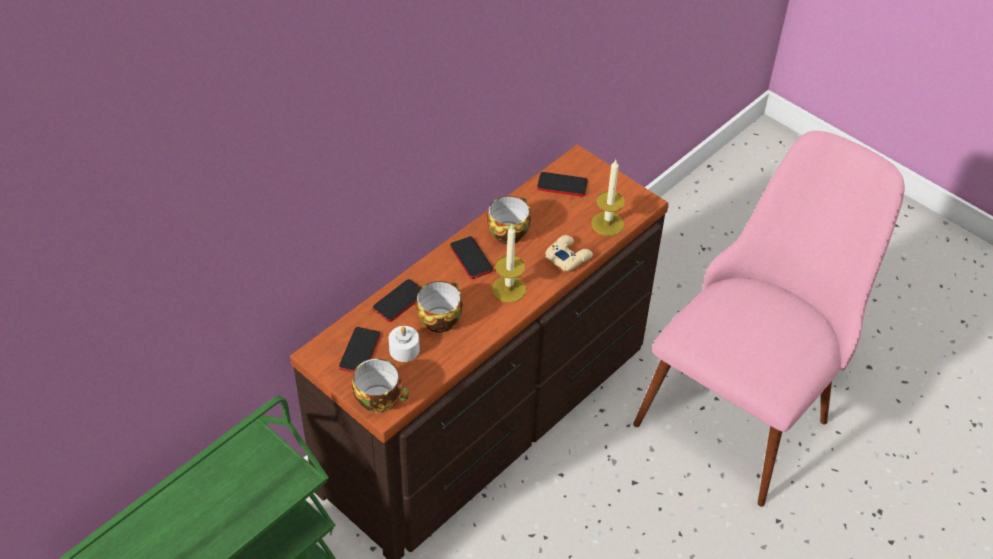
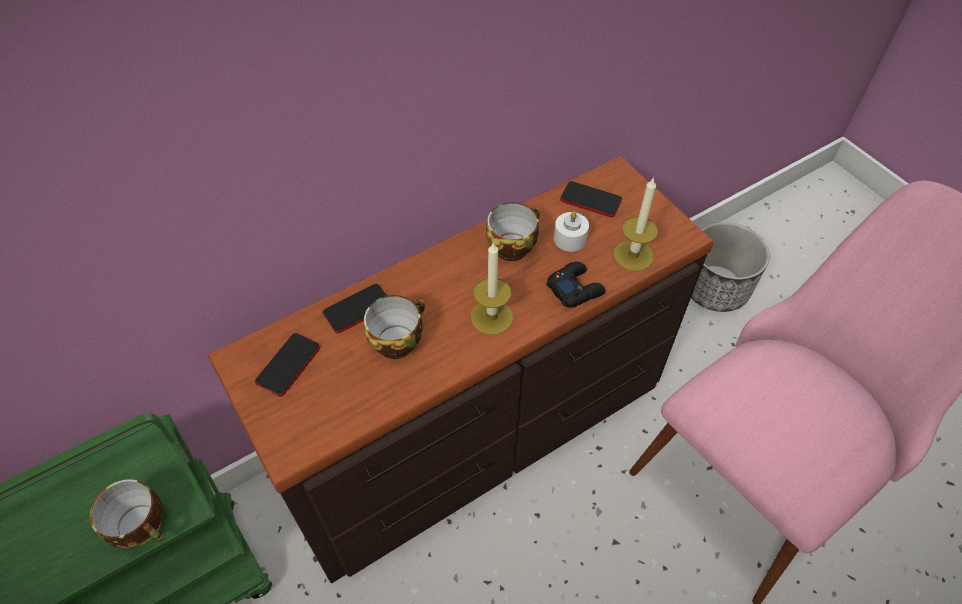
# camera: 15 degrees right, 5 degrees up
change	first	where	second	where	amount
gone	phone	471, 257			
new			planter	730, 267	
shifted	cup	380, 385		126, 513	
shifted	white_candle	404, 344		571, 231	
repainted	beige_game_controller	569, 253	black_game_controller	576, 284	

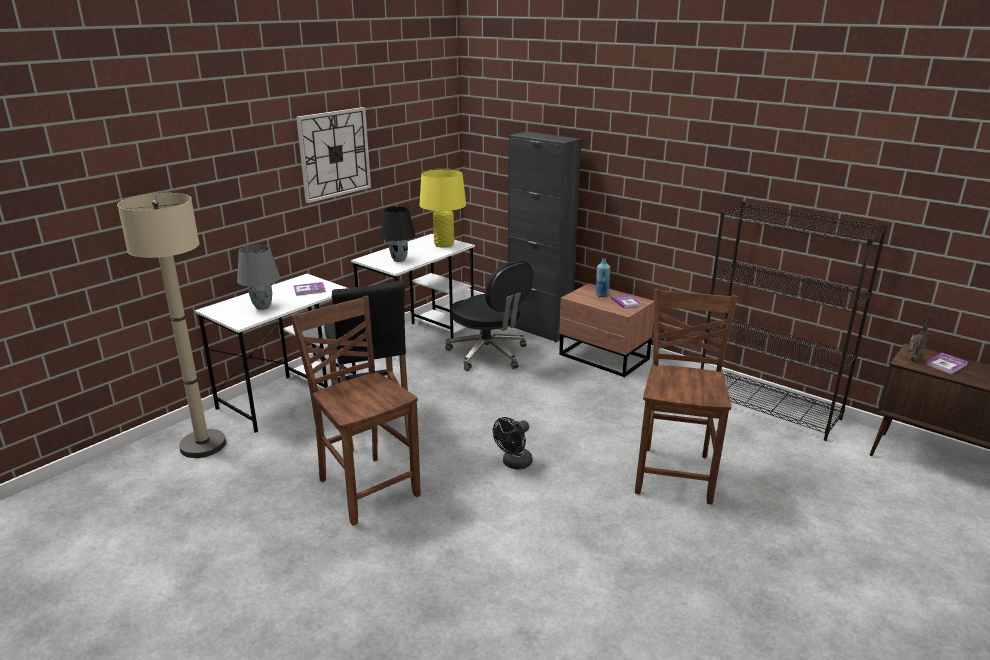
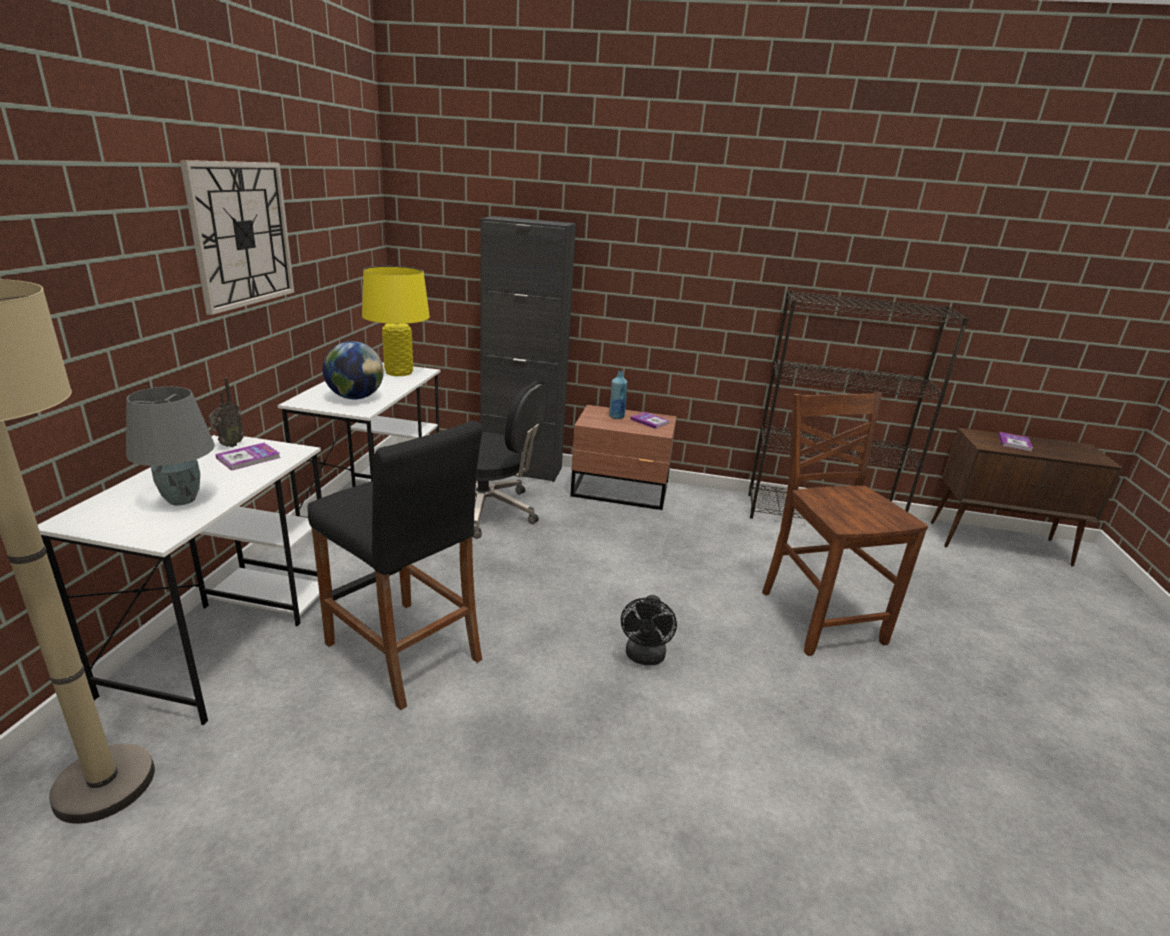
# camera: 30 degrees left, 0 degrees up
change	first	where	second	where	amount
gone	brown_chair	355, 411			
shifted	radio	919, 337		226, 412	
swapped	black_table_lamp	397, 234	globe	353, 370	

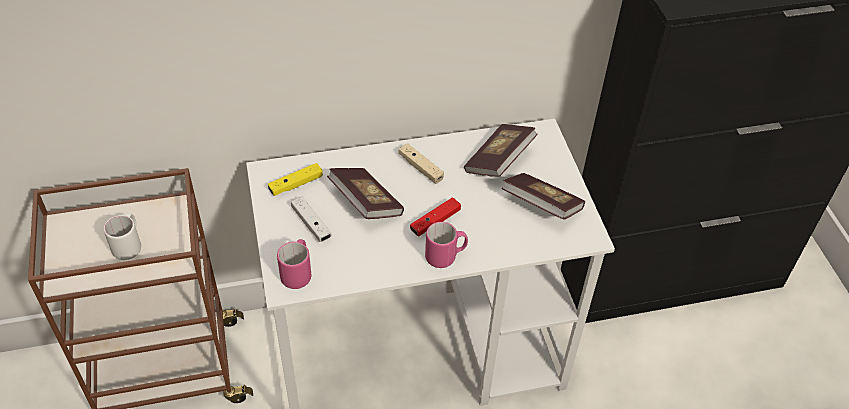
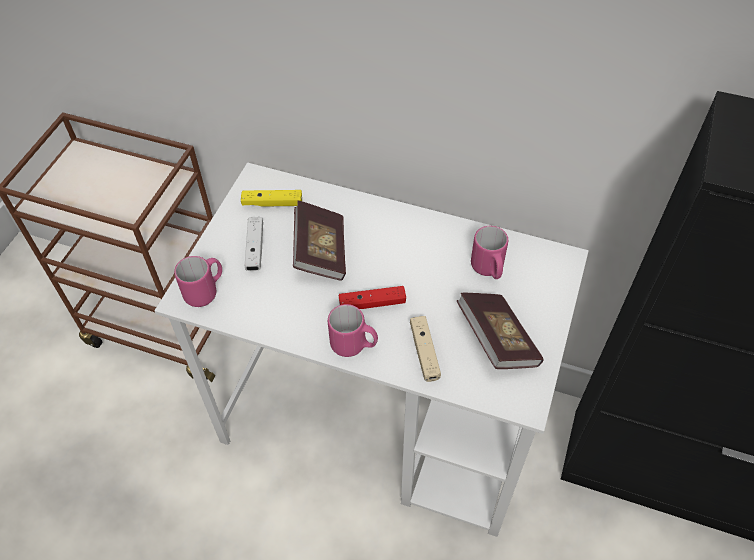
# camera: 35 degrees right, 5 degrees up
change	first	where	second	where	amount
gone	white_mug	122, 236			
shifted	beige_game_controller	421, 163		425, 349	
swapped	book	501, 150	pink_mug	489, 252	

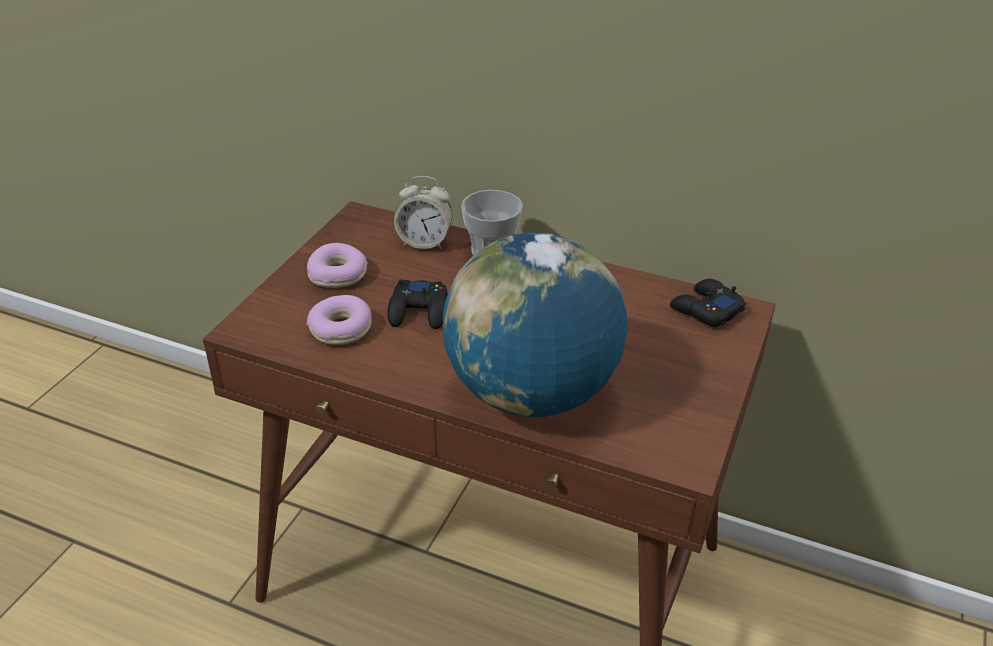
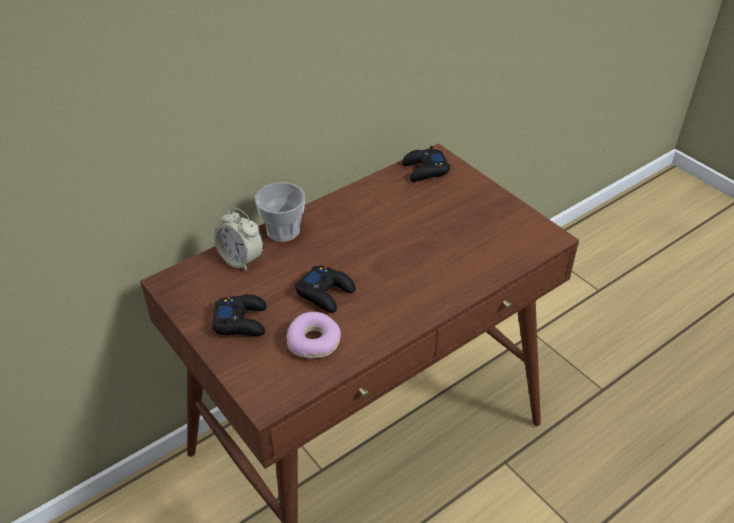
# camera: 60 degrees left, 5 degrees up
change	first	where	second	where	amount
gone	globe	535, 324			
swapped	donut	337, 265	black_game_controller	239, 315	
rotated	alarm_clock	423, 212		239, 239	90 degrees clockwise

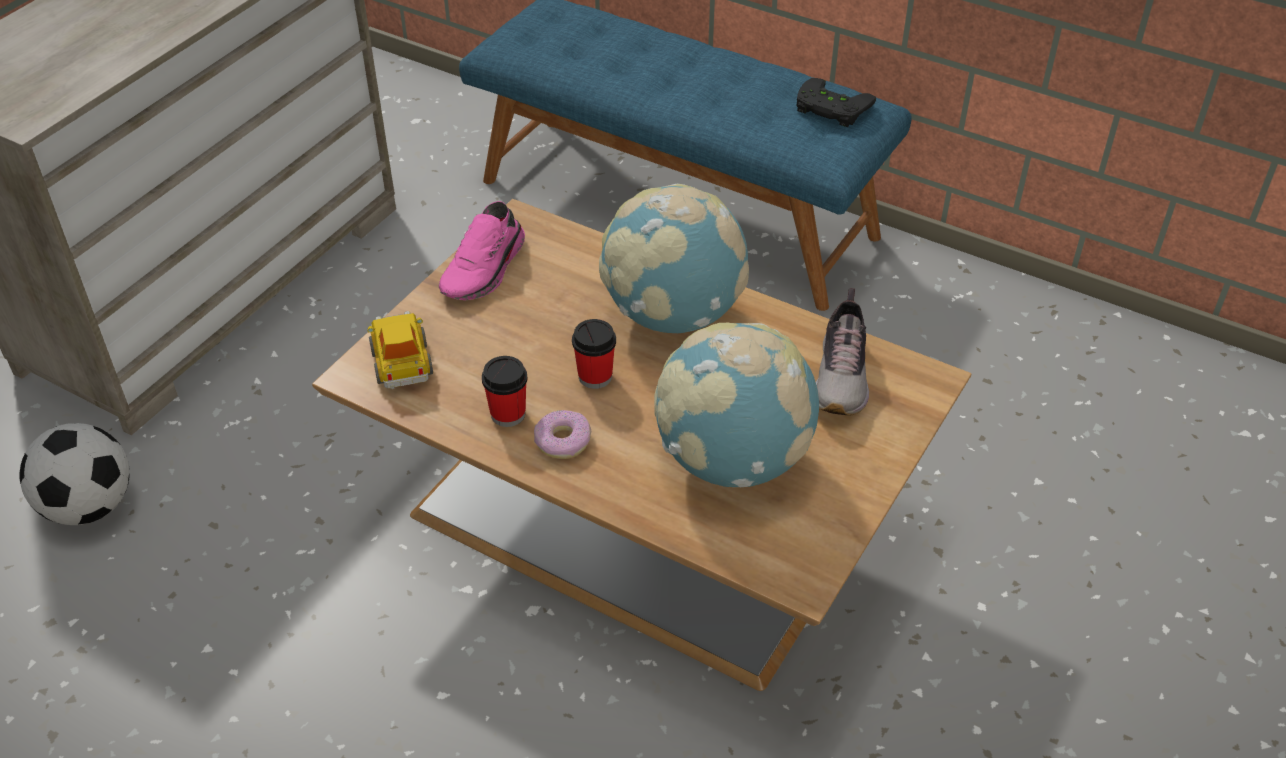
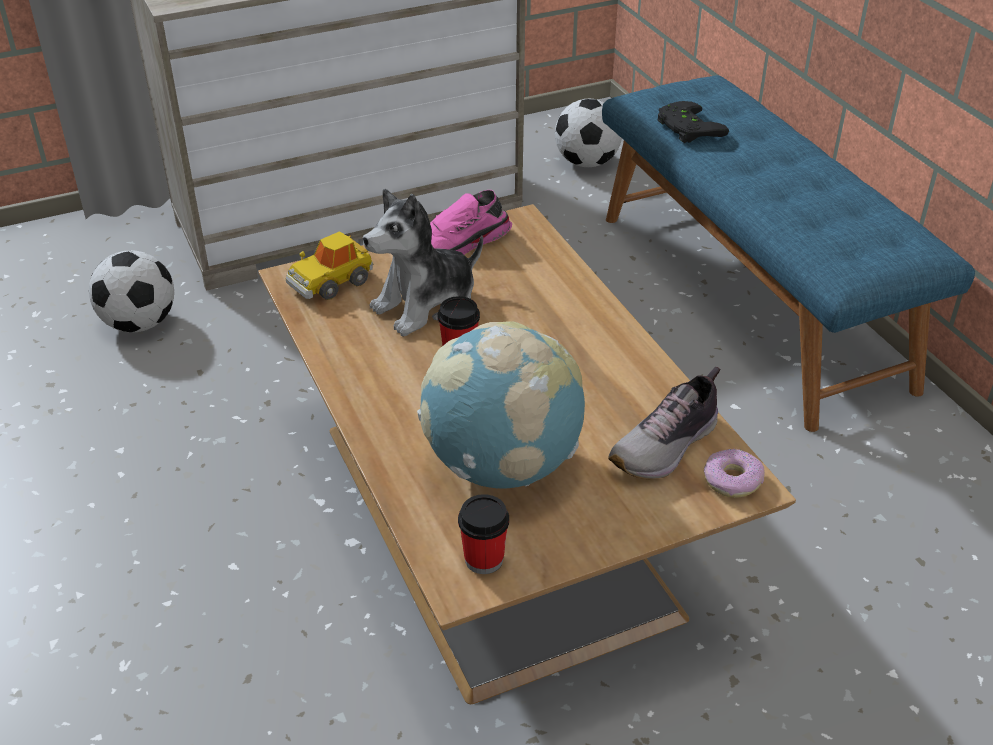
# camera: 35 degrees right, 5 degrees down
change	first	where	second	where	amount
gone	globe	674, 258			
new			plush_toy	423, 262	
new			football	588, 133	
shifted	cup	505, 391		483, 534	
shifted	donut	563, 434		734, 473	
shifted	black_game_controller	836, 102		693, 122	
rotated	toy_car	400, 350		329, 265	150 degrees counterclockwise

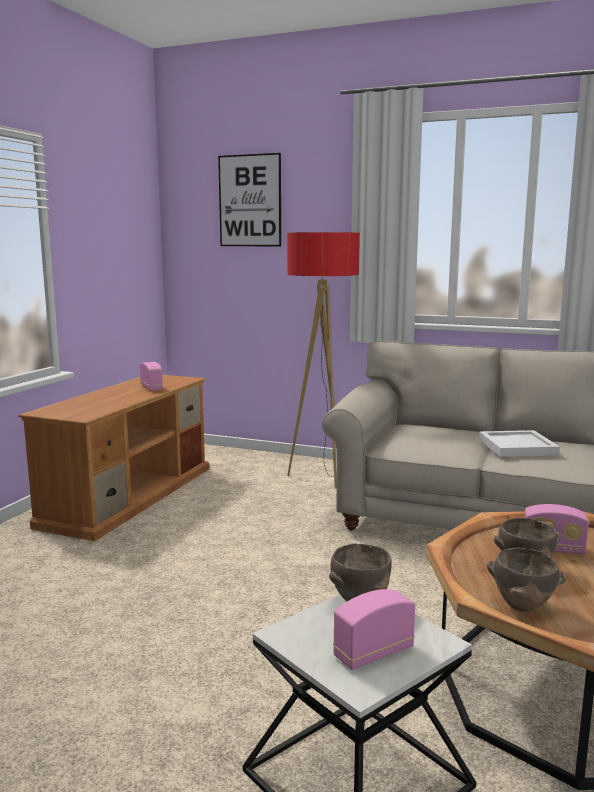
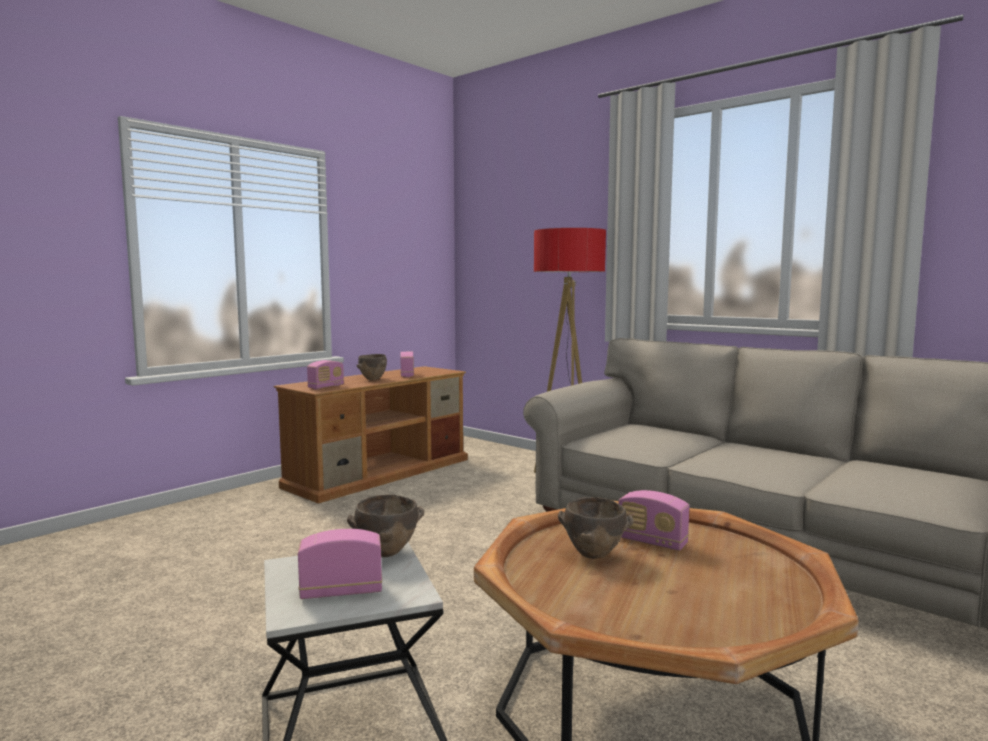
# camera: 20 degrees right, 5 degrees down
change	first	where	second	where	amount
gone	picture	249, 199			
gone	white_tray	519, 443			
new			radio	325, 374	
shifted	brown_bowl	527, 579		372, 367	

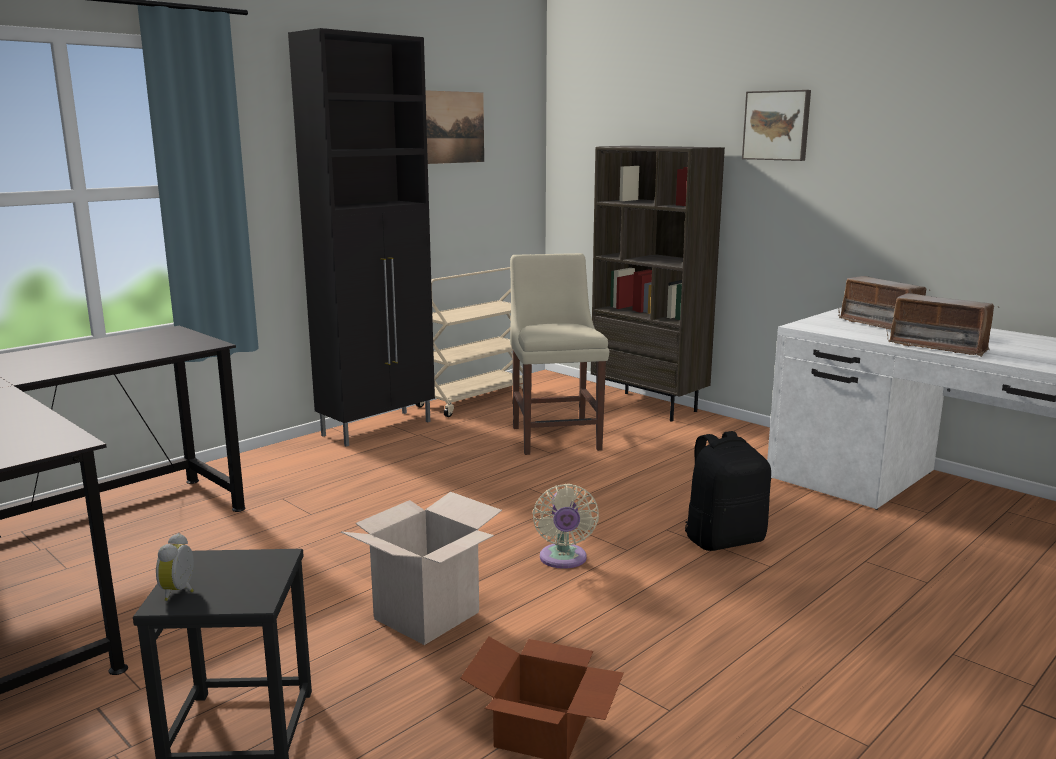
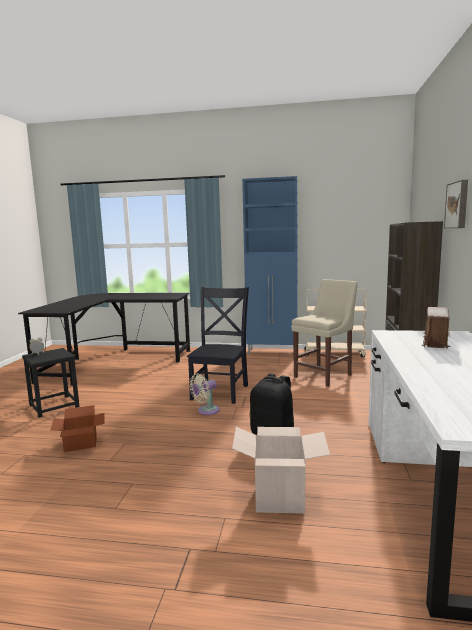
# camera: 55 degrees right, 5 degrees down
change	first	where	second	where	amount
gone	picture	454, 127			
gone	radio	943, 325			
new			black_chair	218, 345	
shifted	cardboard_box	421, 568		281, 470	
repainted	black_cabinet	361, 237	blue_cabinet	270, 265	

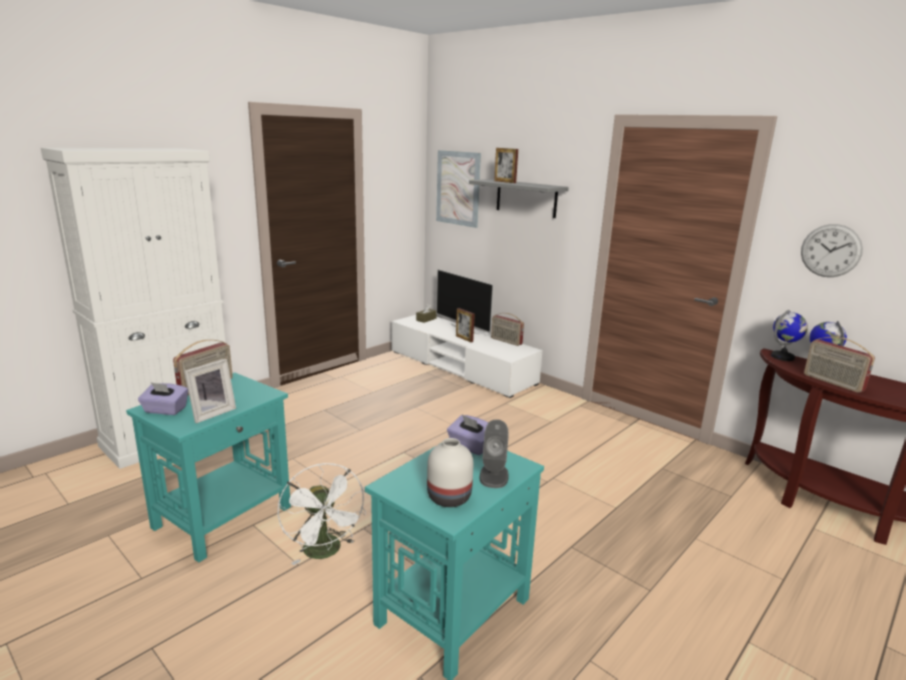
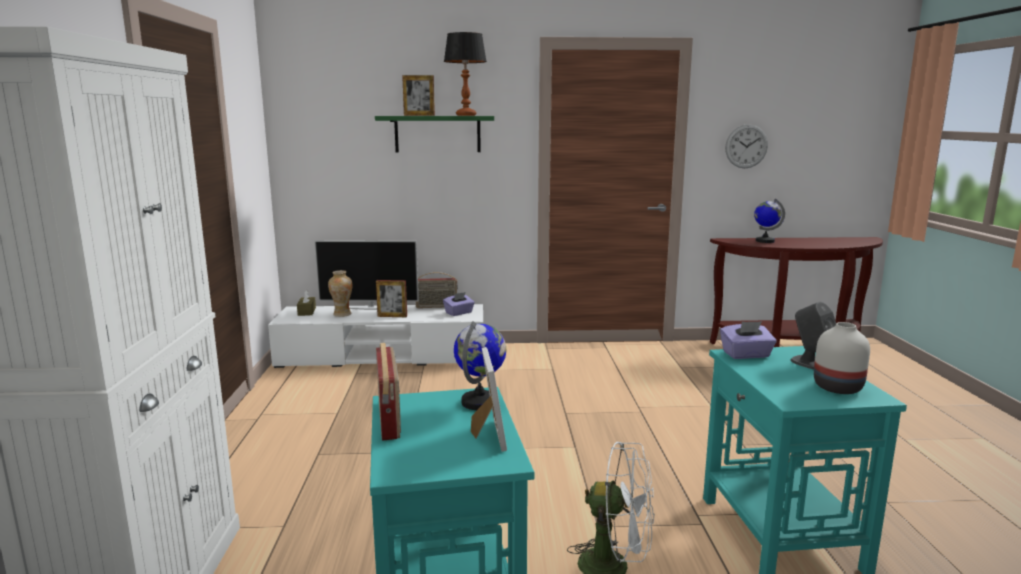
# camera: 45 degrees left, 5 degrees down
change	first	where	second	where	amount
gone	picture	458, 189			
gone	radio	839, 365			
new			vase	340, 293	
new			table_lamp	465, 74	
shifted	purple_tissue_box	163, 398		459, 304	
shifted	globe	789, 335		480, 365	
repainted	grey_shelf	519, 198	green_shelf	434, 134	

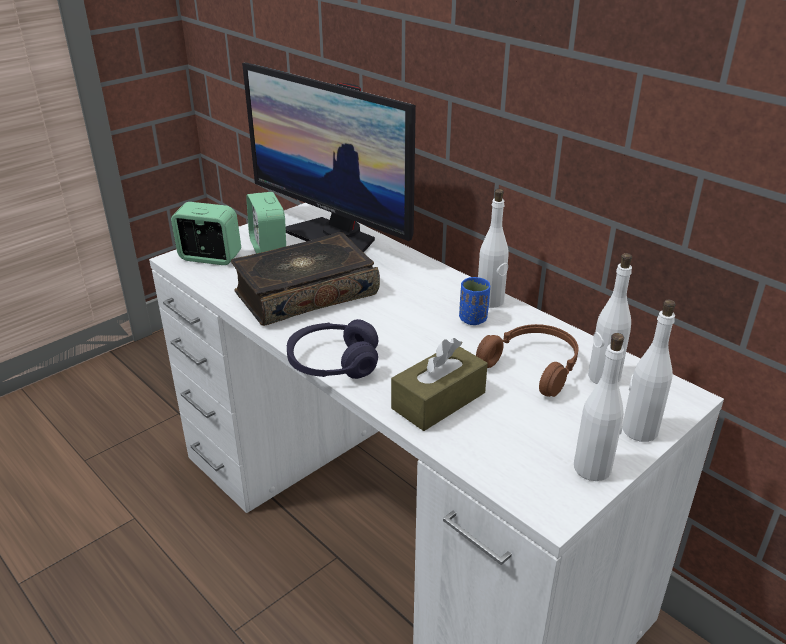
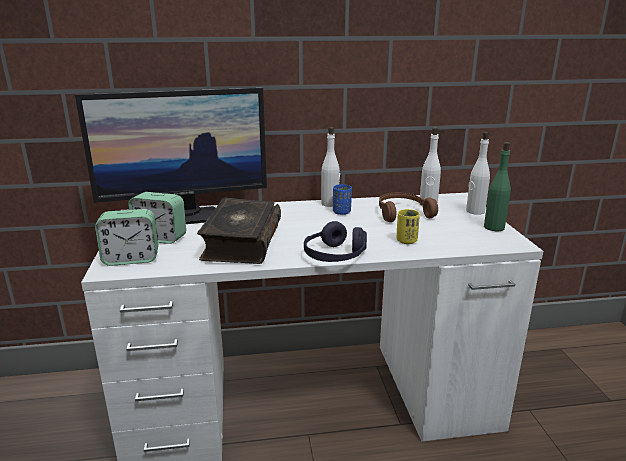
# camera: 55 degrees left, 10 degrees down
change	first	where	second	where	amount
swapped	brown_tissue_box	439, 384	yellow_cup	408, 226	
repainted	white_bottle	599, 407	green_bottle	497, 186	
rotated	alarm_clock	206, 233		126, 237	150 degrees counterclockwise

